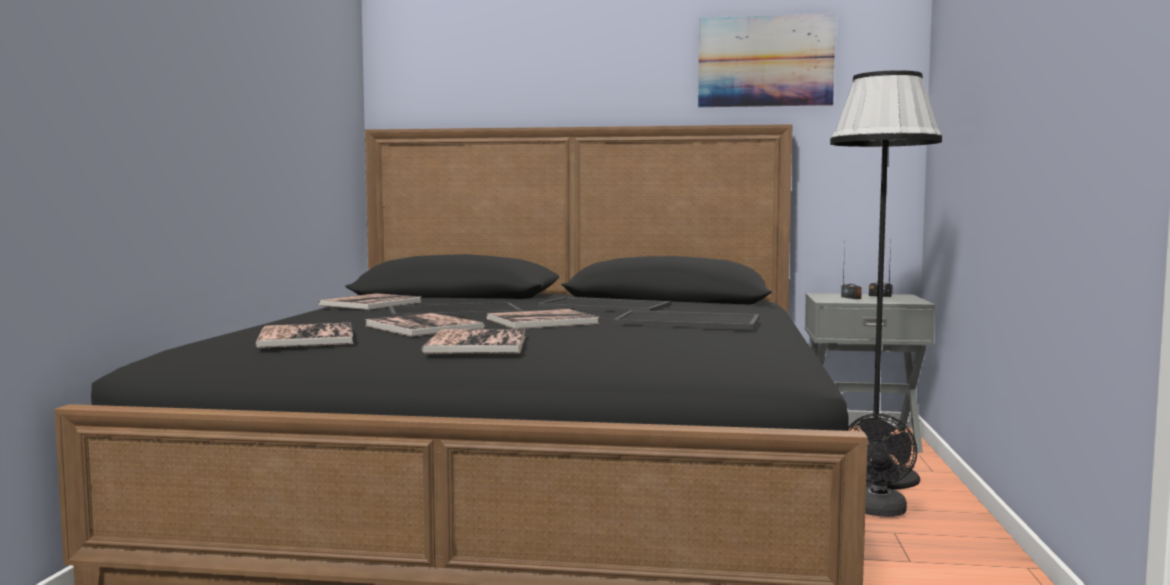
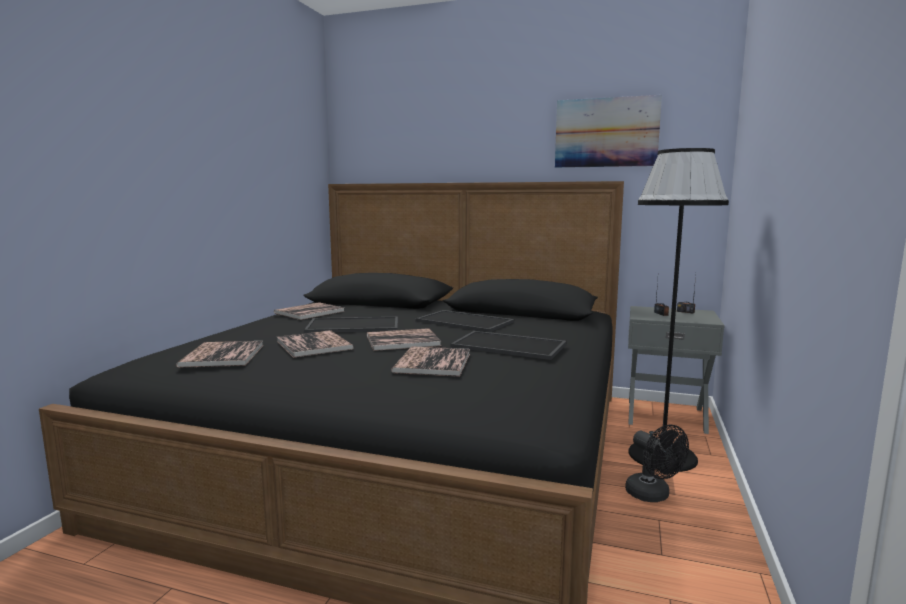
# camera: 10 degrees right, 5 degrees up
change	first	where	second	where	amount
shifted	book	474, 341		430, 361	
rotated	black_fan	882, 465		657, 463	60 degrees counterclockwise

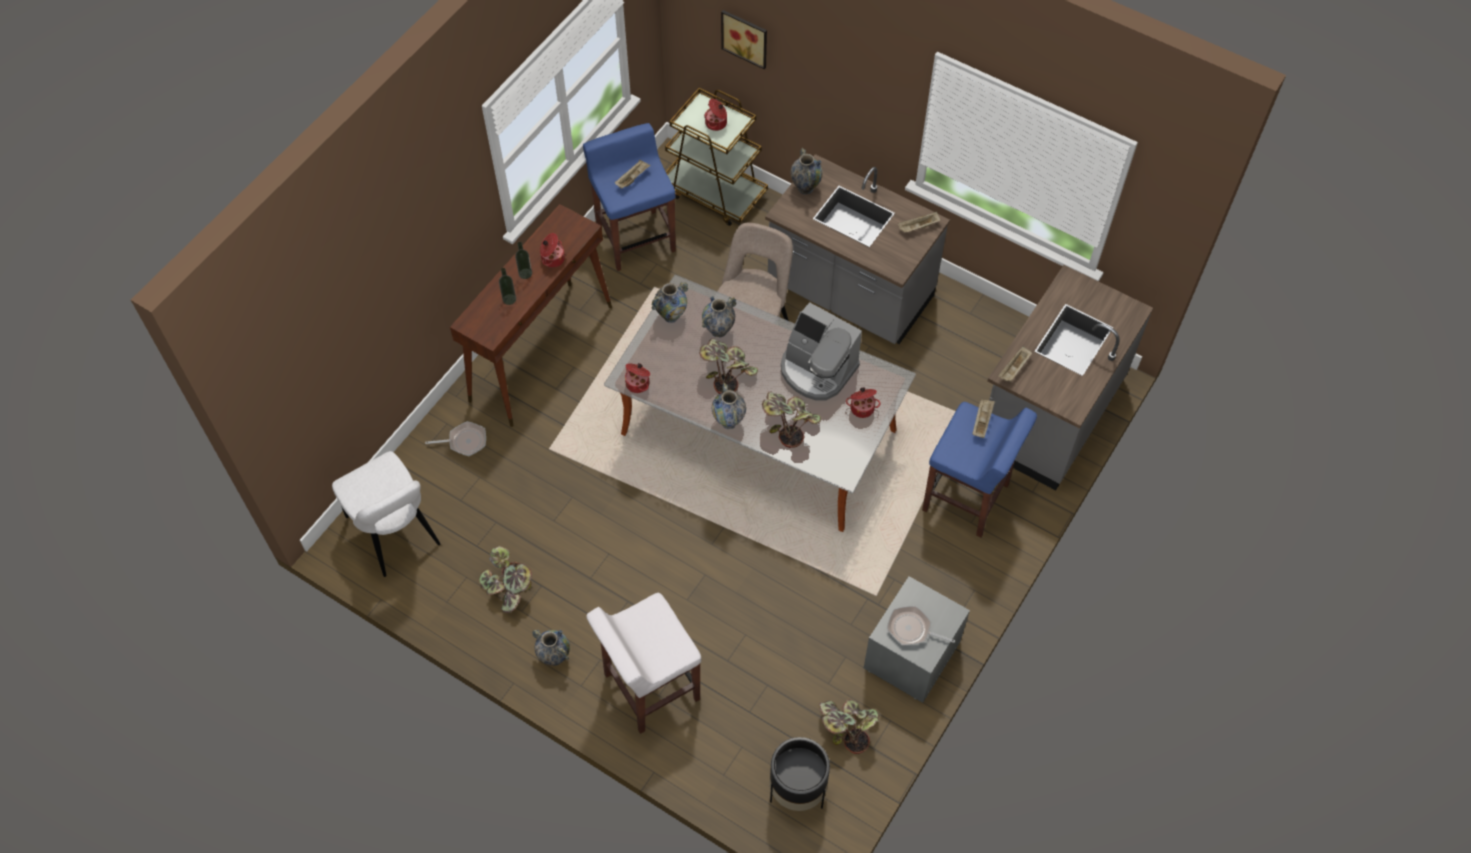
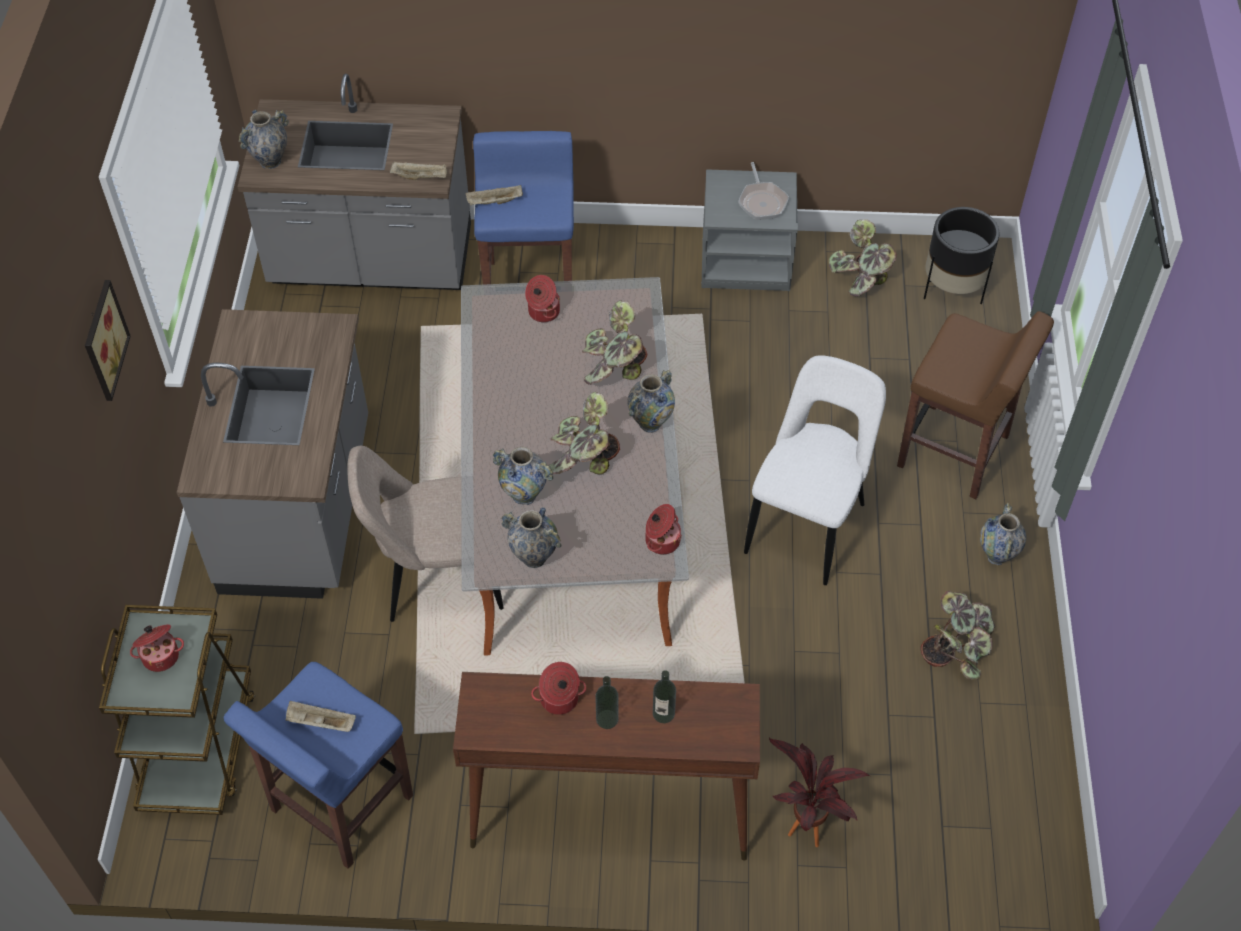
# camera: 120 degrees left, 5 degrees down
change	first	where	second	where	amount
gone	coffee_machine	821, 351			
gone	beige_tray	919, 222			
shifted	white_chair	386, 514		815, 470	
shifted	picture	744, 39		108, 340	
shifted	vase	807, 171		264, 139	
swapped	frying_pan	455, 438	potted_plant	819, 792	
repainted	white_stool	643, 663	brown_stool	975, 405	

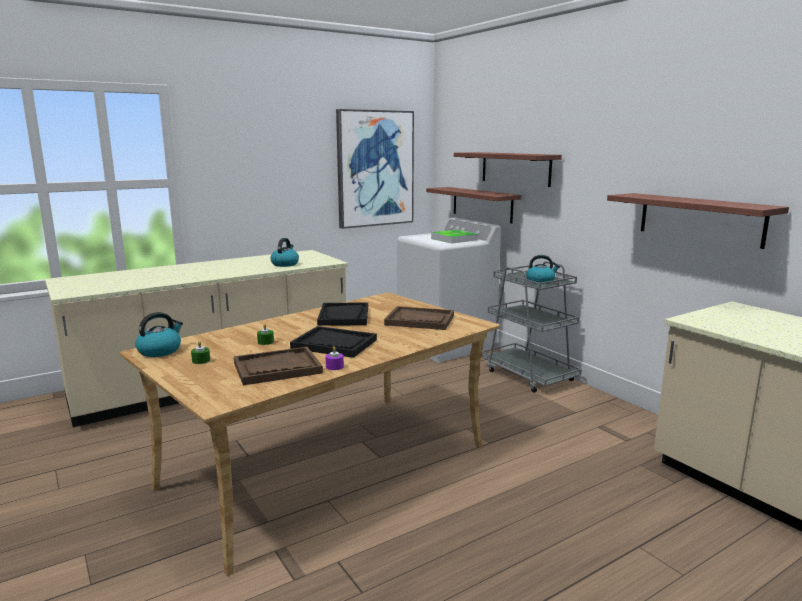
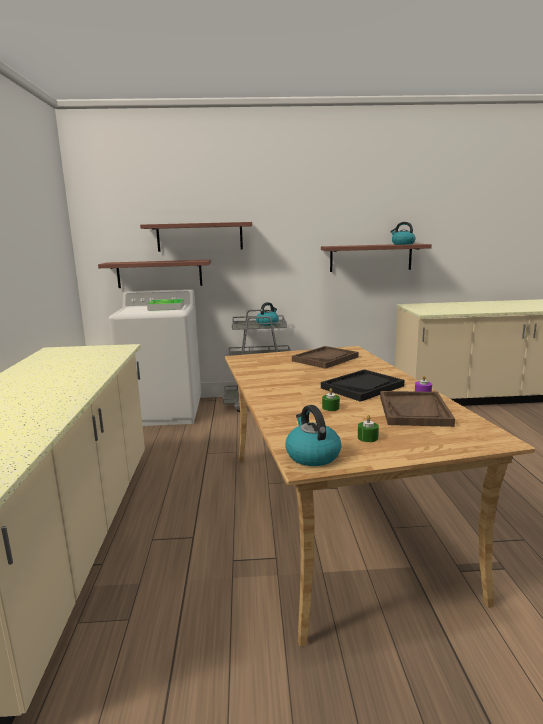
# camera: 60 degrees left, 0 degrees up
change	first	where	second	where	amount
gone	black_tray	342, 314			
gone	picture	375, 169			
shifted	kettle	284, 252		403, 233	

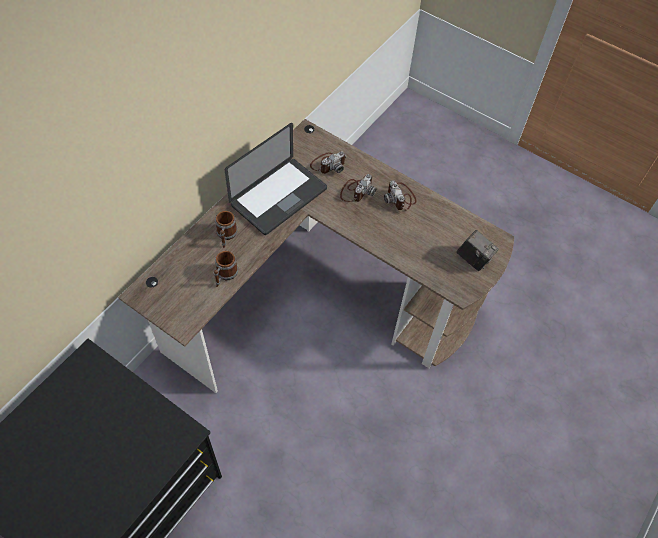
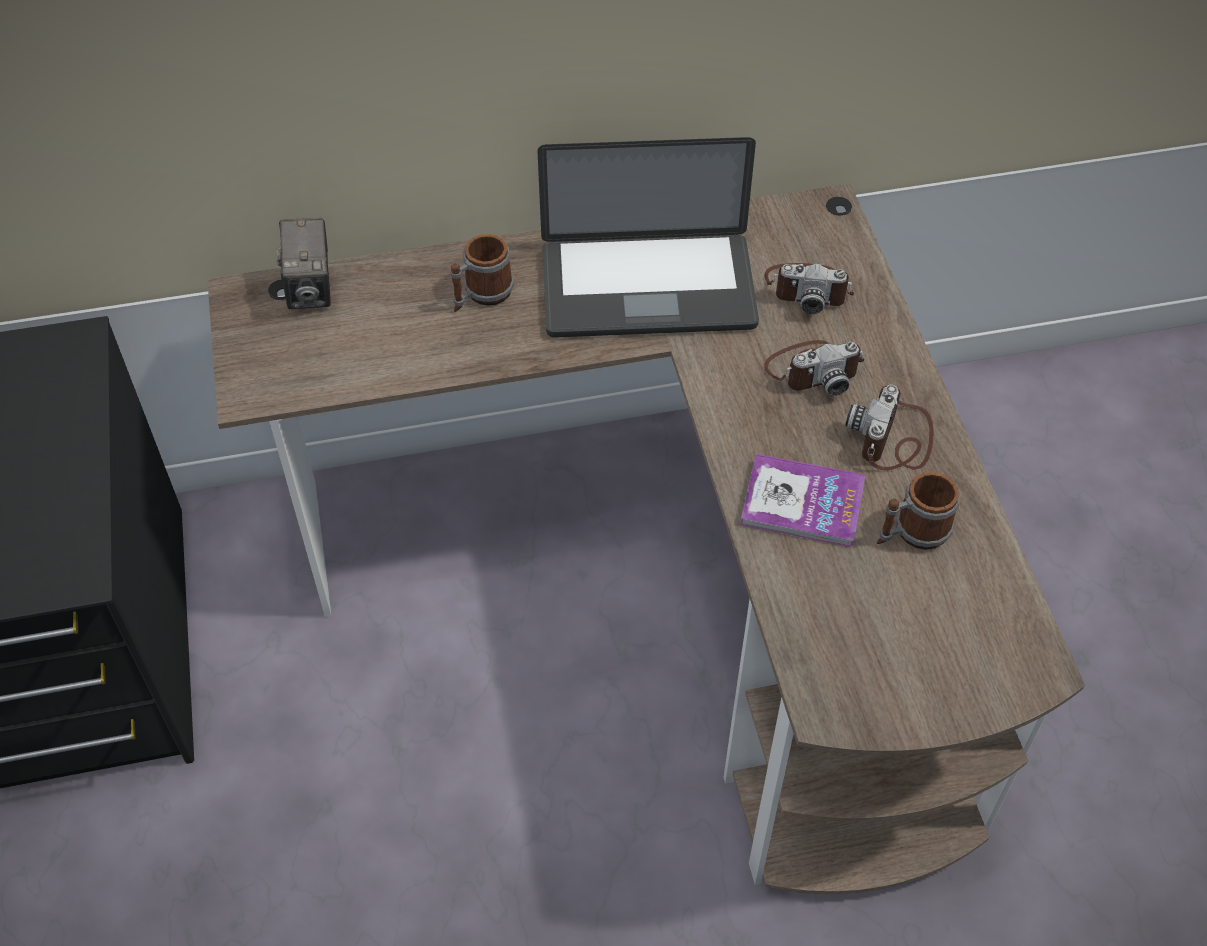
# camera: 45 degrees right, 5 degrees down
change	first	where	second	where	amount
new			book	803, 501	
shifted	mug	226, 269		918, 511	
shifted	photo_camera	477, 250		303, 263	

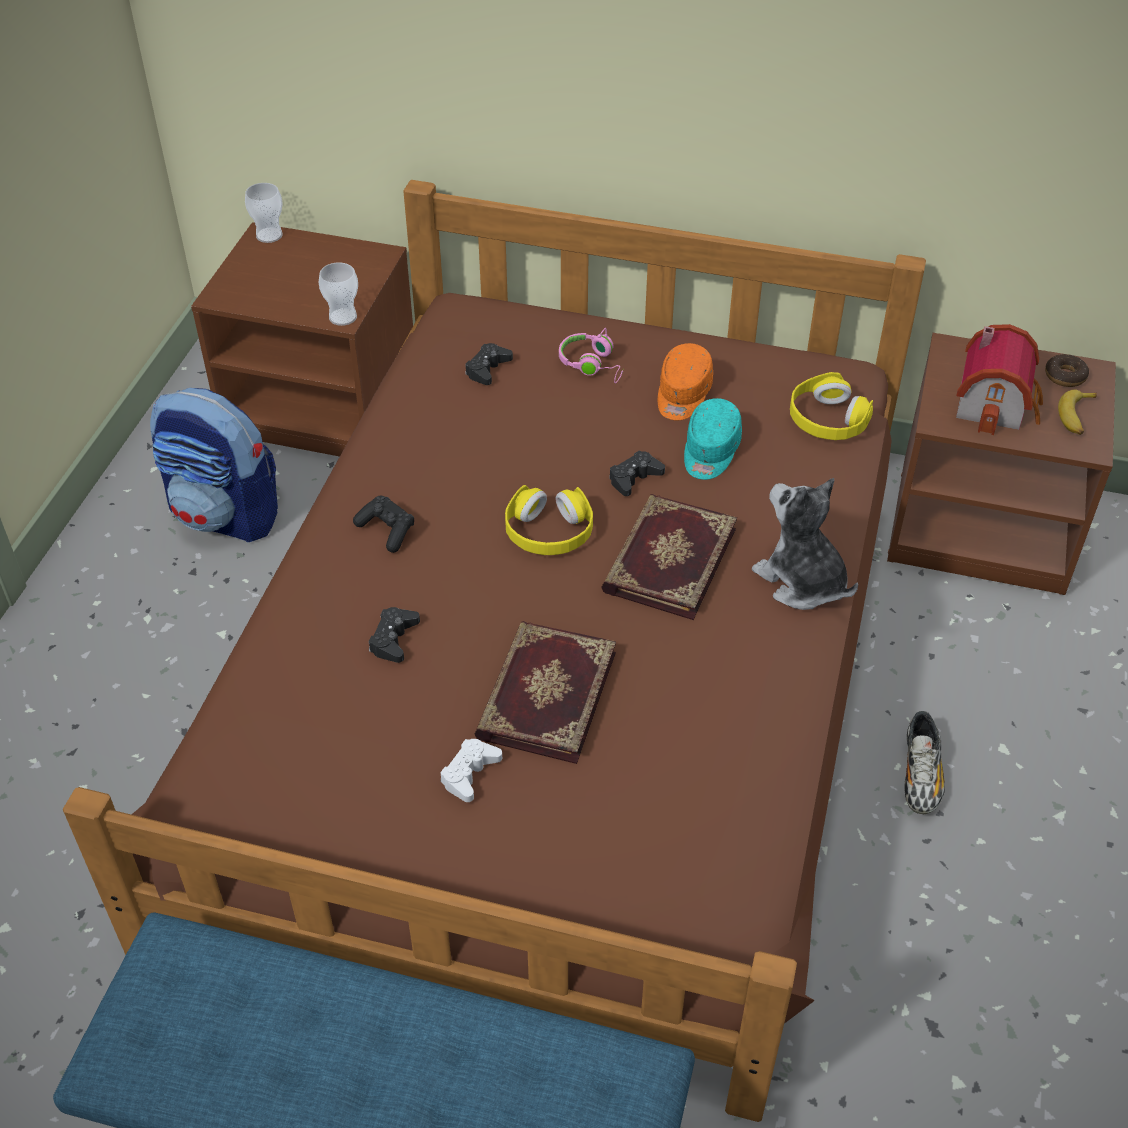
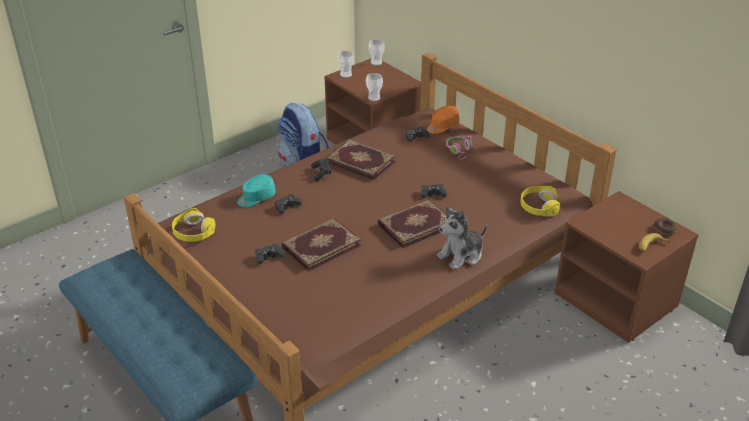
# camera: 35 degrees right, 10 degrees down
change	first	where	second	where	amount
gone	shoe	924, 762			
gone	toy_house	999, 379			
new			book	361, 159	
new			cup	345, 64	
shifted	yellow_headphones	549, 520		193, 225	
shifted	orange_cap	685, 382		443, 120	
shifted	turquoise_cap	713, 439		256, 190	
repainted	white_game_controller	471, 770	black_game_controller	270, 254	
rotated	plush_toy	805, 544		462, 238	120 degrees counterclockwise

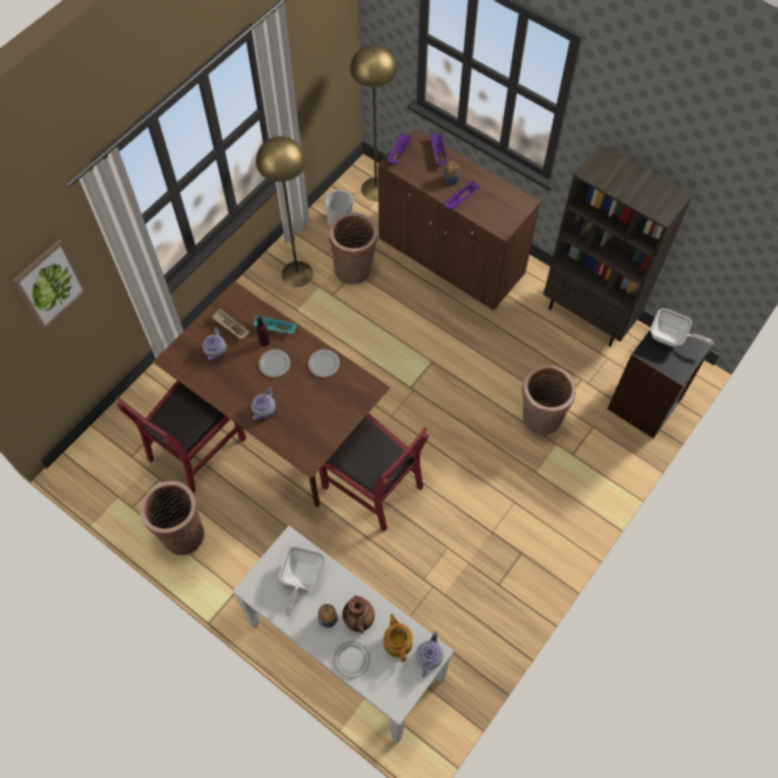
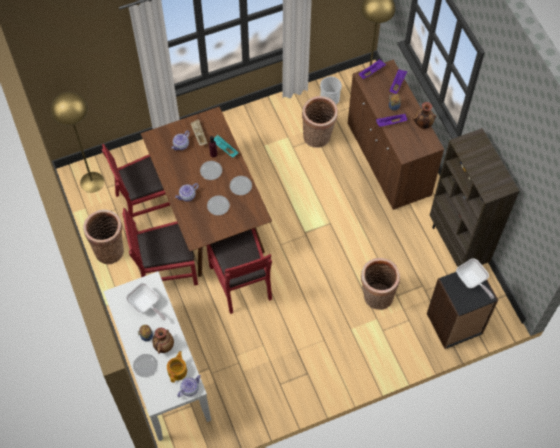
# camera: 30 degrees right, 0 degrees up
change	first	where	second	where	amount
gone	picture	49, 284			
new			red_chair	160, 246	
new			plate	218, 205	
new			vase	424, 115	
shifted	yellow_floor_lamp	284, 211		77, 142	
rotated	frying_pan	302, 581		146, 301	90 degrees counterclockwise

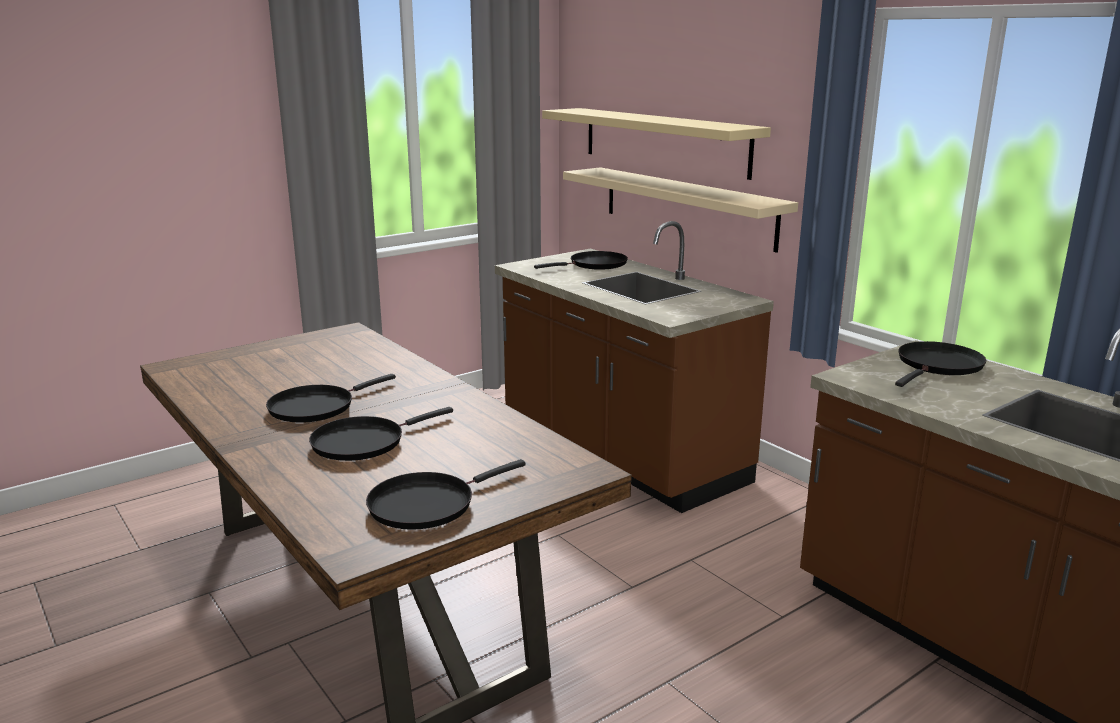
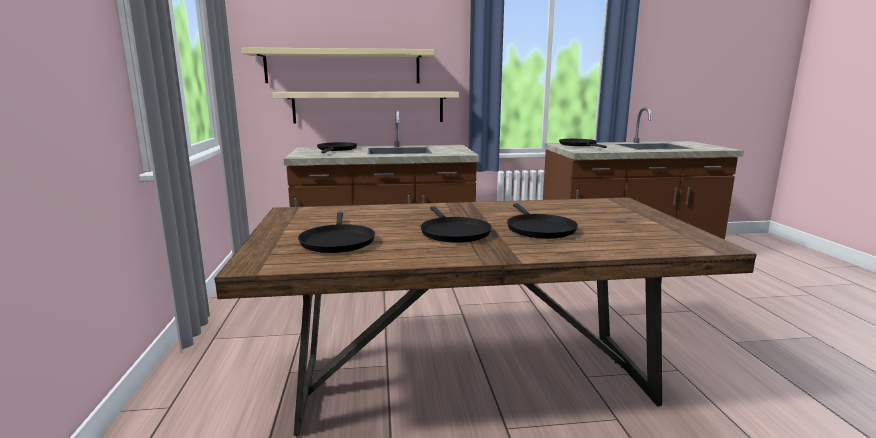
# camera: 60 degrees left, 5 degrees down
change	first	where	second	where	amount
shifted	black_frying_pan	446, 494		336, 232	

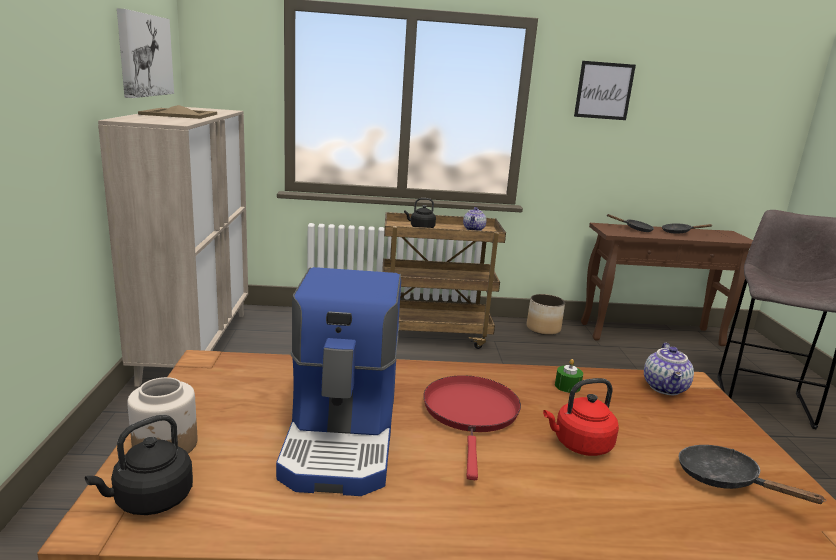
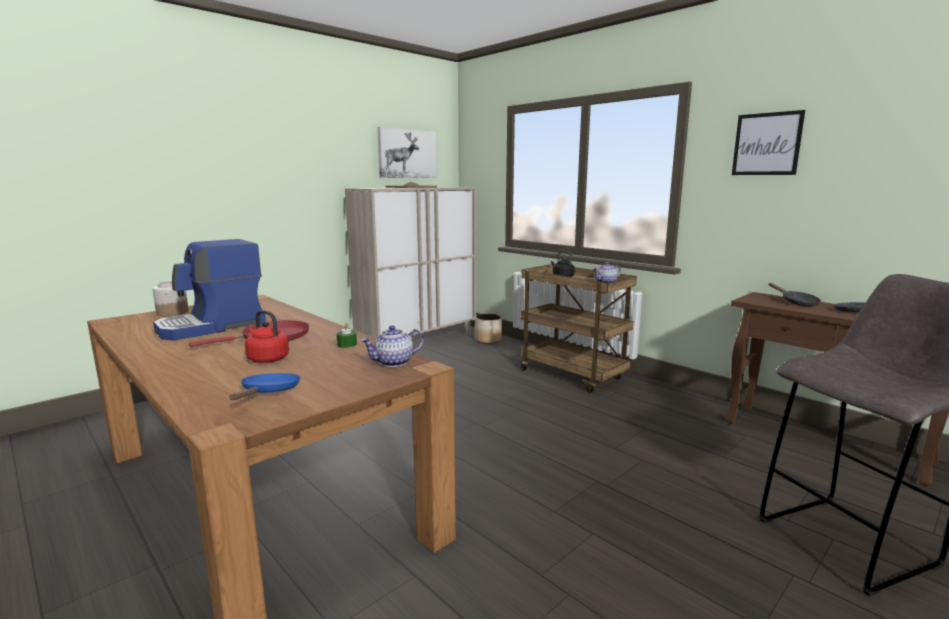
# camera: 50 degrees right, 5 degrees down
change	first	where	second	where	amount
gone	black_kettle	139, 465			
shifted	planter	546, 314		488, 329	
repainted	black_frying_pan	752, 474	blue_frying_pan	265, 386	

